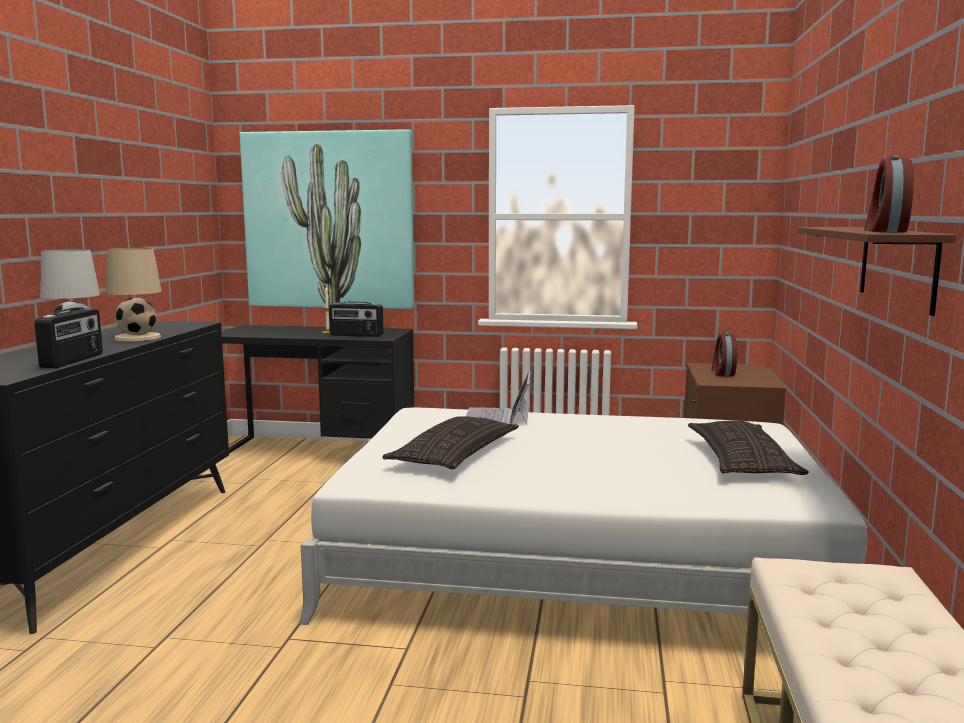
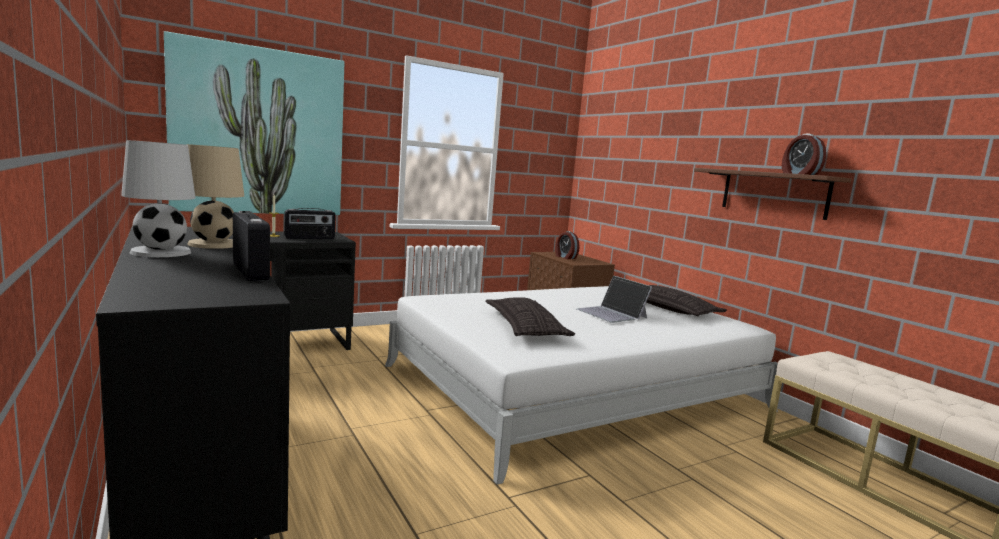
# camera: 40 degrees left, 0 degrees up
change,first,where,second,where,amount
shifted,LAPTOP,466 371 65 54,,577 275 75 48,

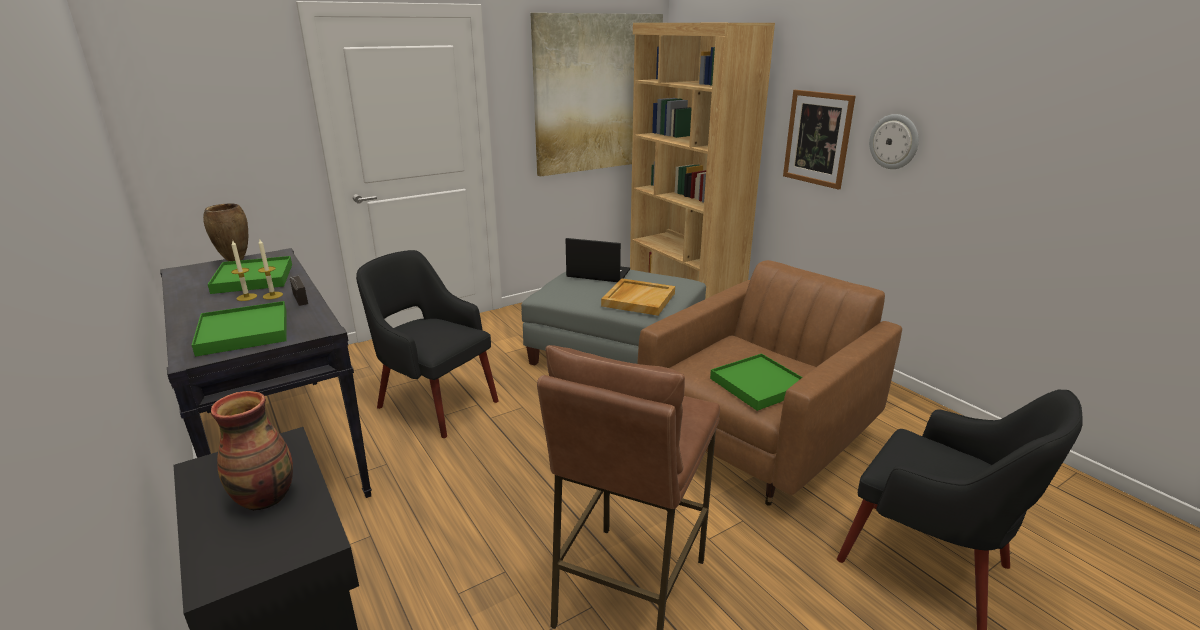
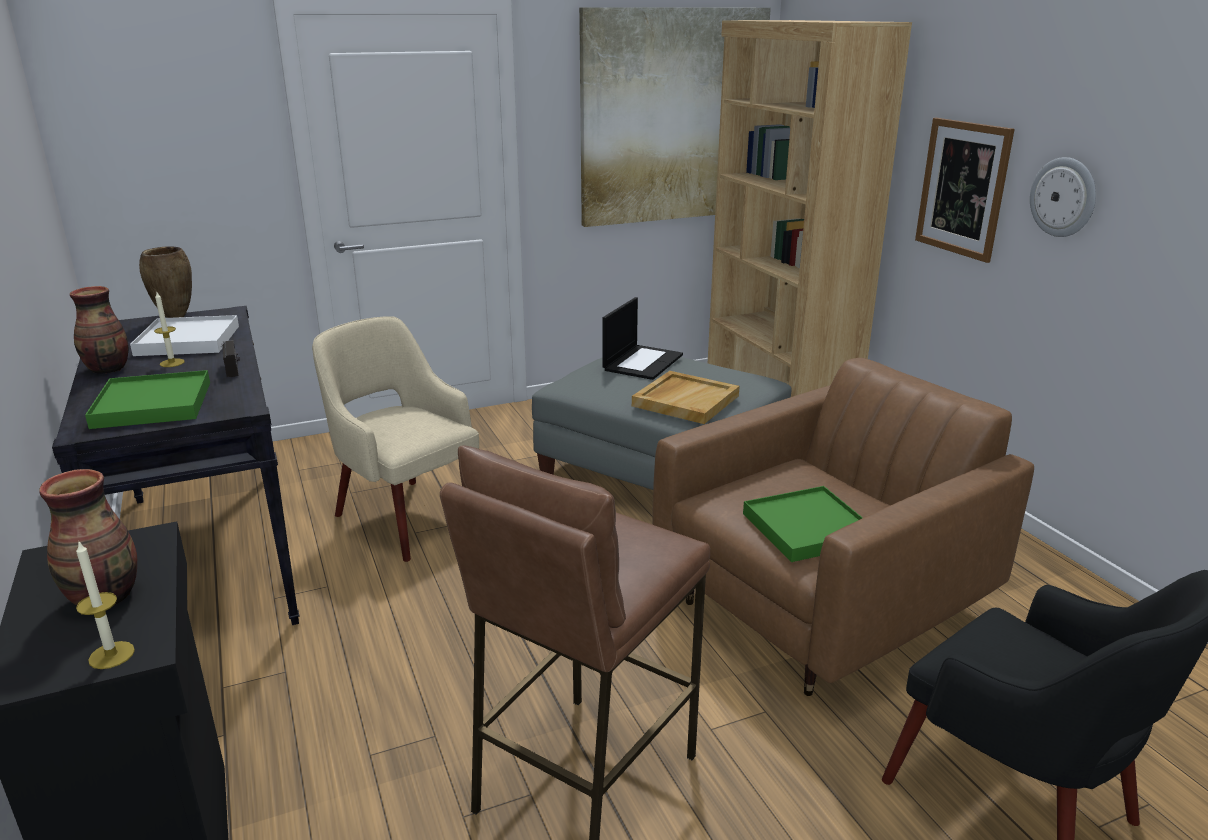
# camera: 10 degrees right, 0 degrees up
change,first,where,second,where,amount
new,,,VASE,70 286 59 87,
shifted,CANDLE,258 238 25 61,,76 540 59 129,
repainted,GREENISH SERVING TRAY,208 256 84 38,WHITE SERVING TRAY,130 315 109 41,
repainted,BLACKISH LOUNGE CHAIR,356 250 143 188,SAND-COLOURED LOUNGE CHAIR,312 316 167 246,
rotated,LAPTOP,566 238 64 44,,603 297 80 83,90 degrees clockwise

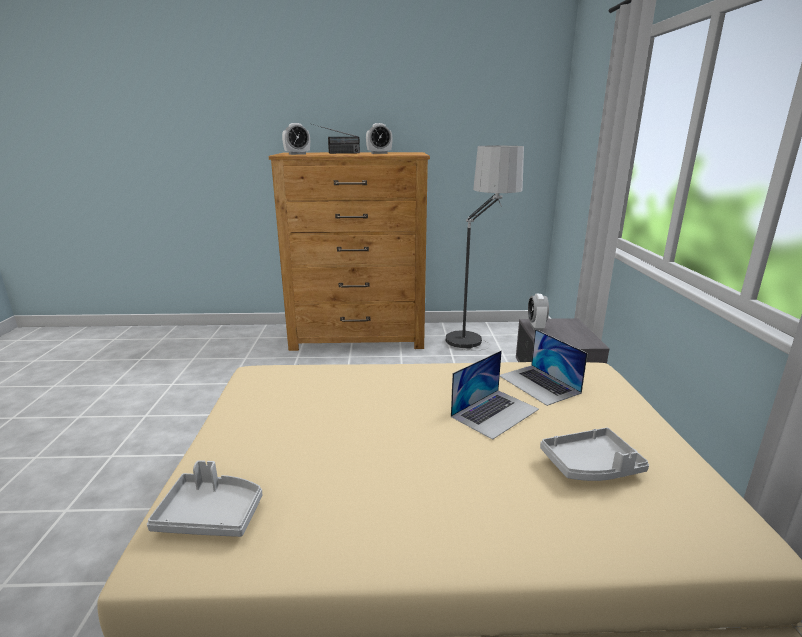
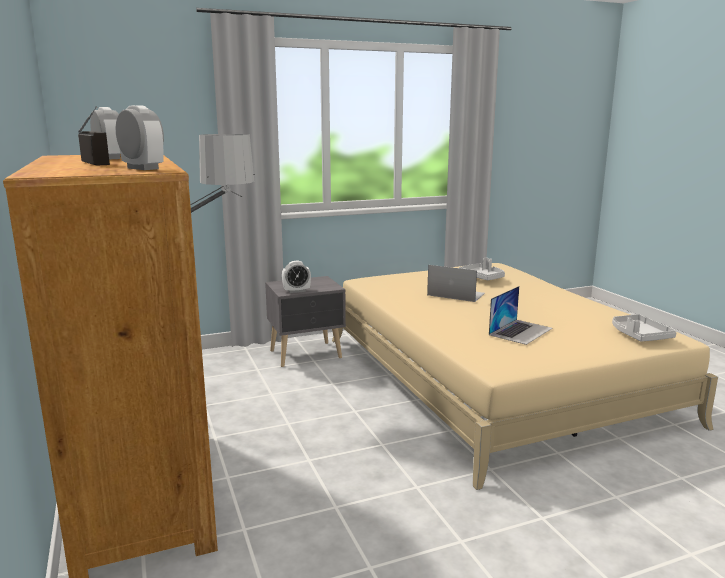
# camera: 110 degrees left, 5 degrees down
change,first,where,second,where,amount
shifted,LAPTOP,500 329 88 77,,489 286 64 59,

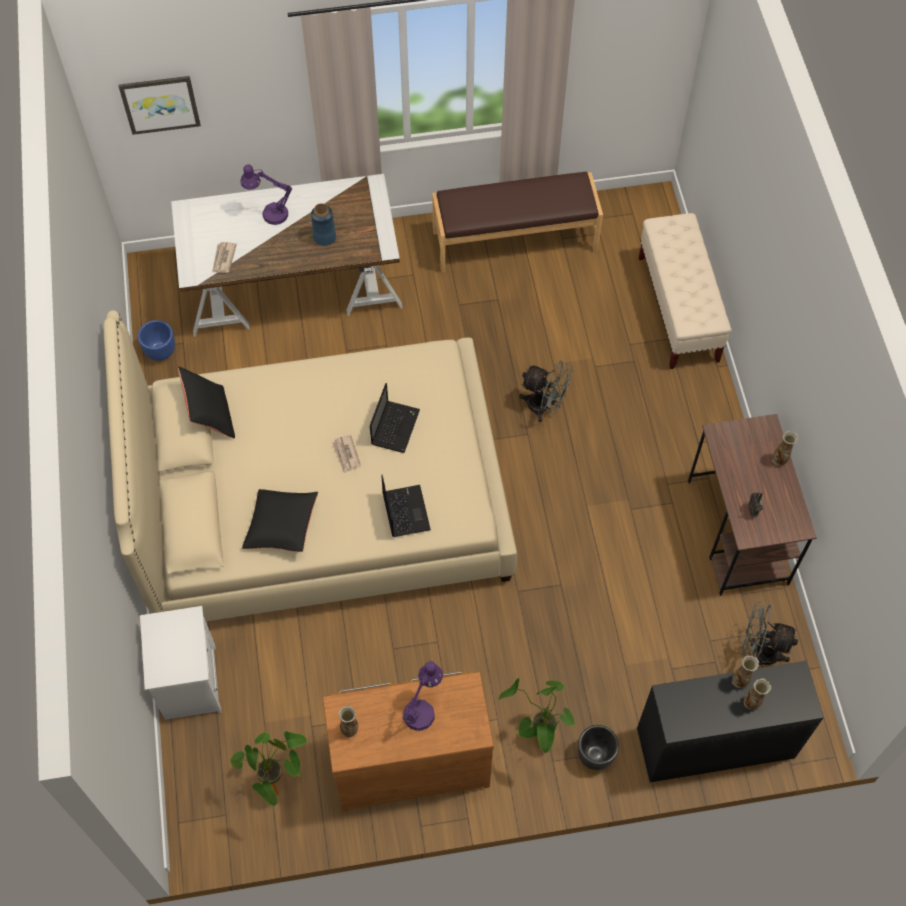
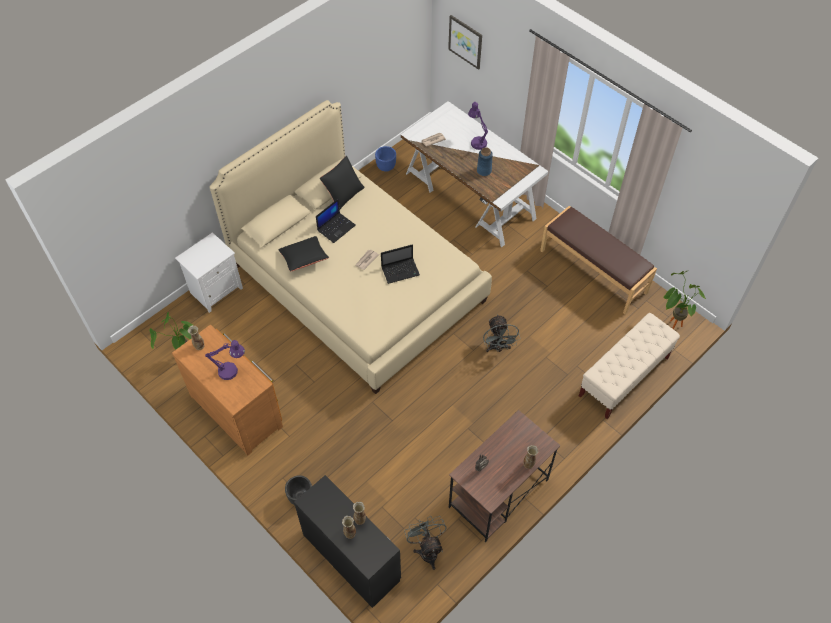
# camera: 55 degrees right, 5 degrees down
change,first,where,second,where,amount
shifted,LAPTOP,382 475 49 62,,316 199 40 44,
shifted,HOUSEPLANT,499 678 76 76,,664 271 42 58,

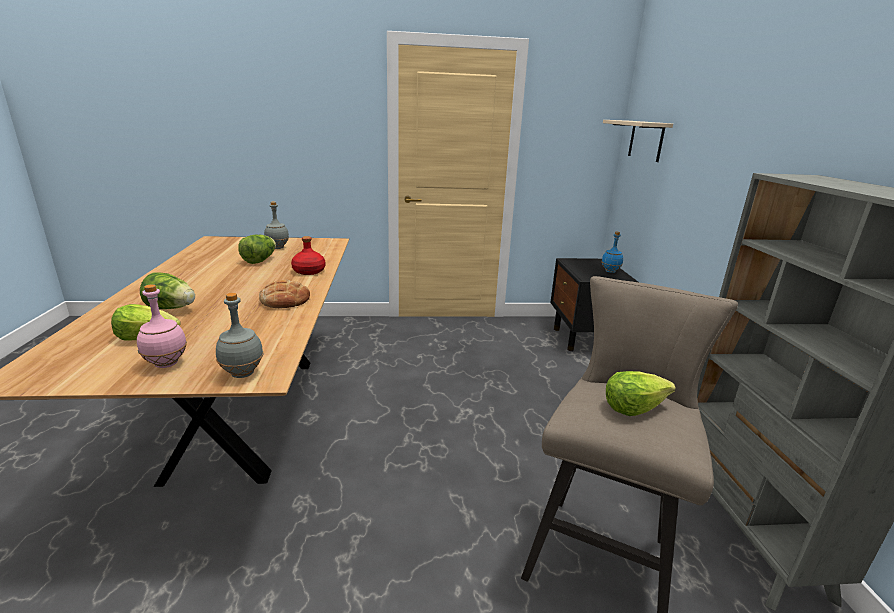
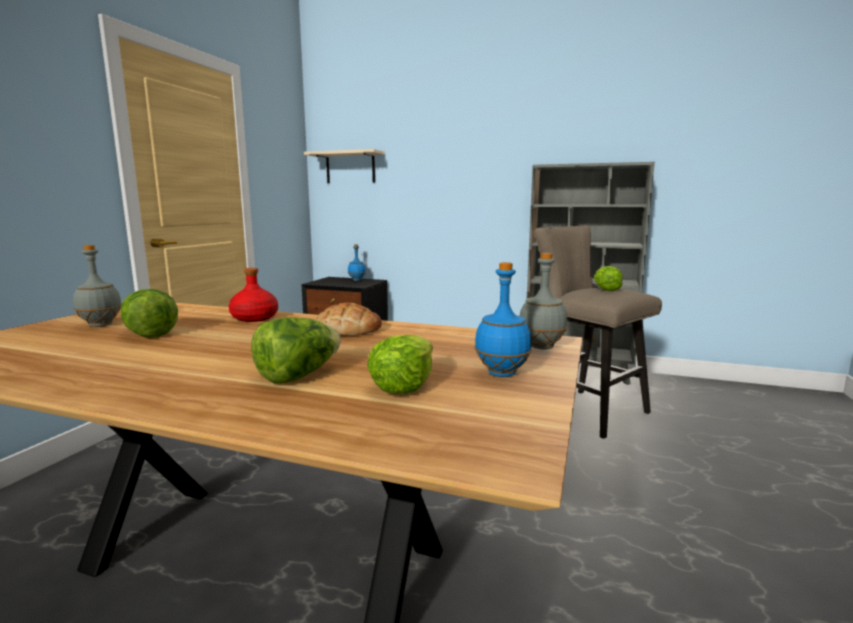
# camera: 65 degrees left, 10 degrees down
change,first,where,second,where,amount
repainted,PINK-COLOURED BEVERAGE BOTTLE,137 284 50 84,BLUE-COLOURED BEVERAGE BOTTLE,474 262 58 115,

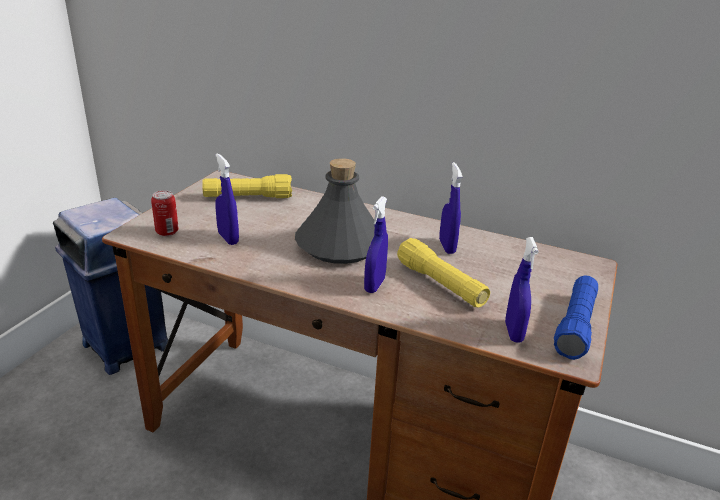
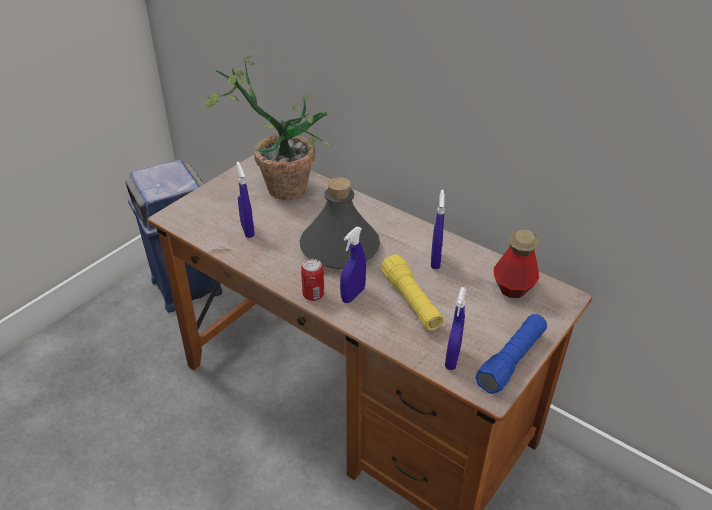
# camera: 15 degrees right, 10 degrees up
change,first,where,second,where,amount
swapped,YELLOW-COLOURED FLASHLIGHT,202 174 90 24,HOUSEPLANT,205 55 127 145,
shifted,SEALED CAN,151 191 28 45,,301 259 23 42,
new,,,BEVERAGE BOTTLE,494 229 45 69,

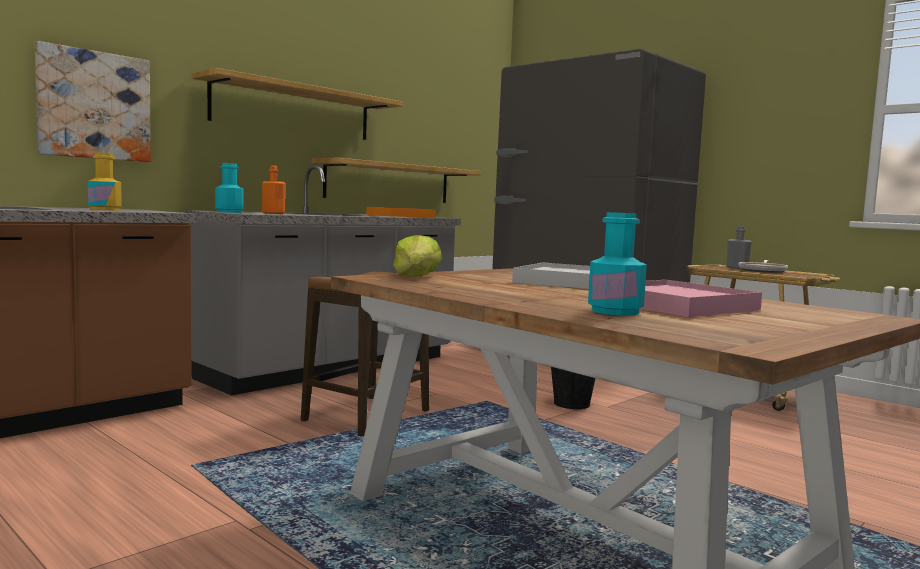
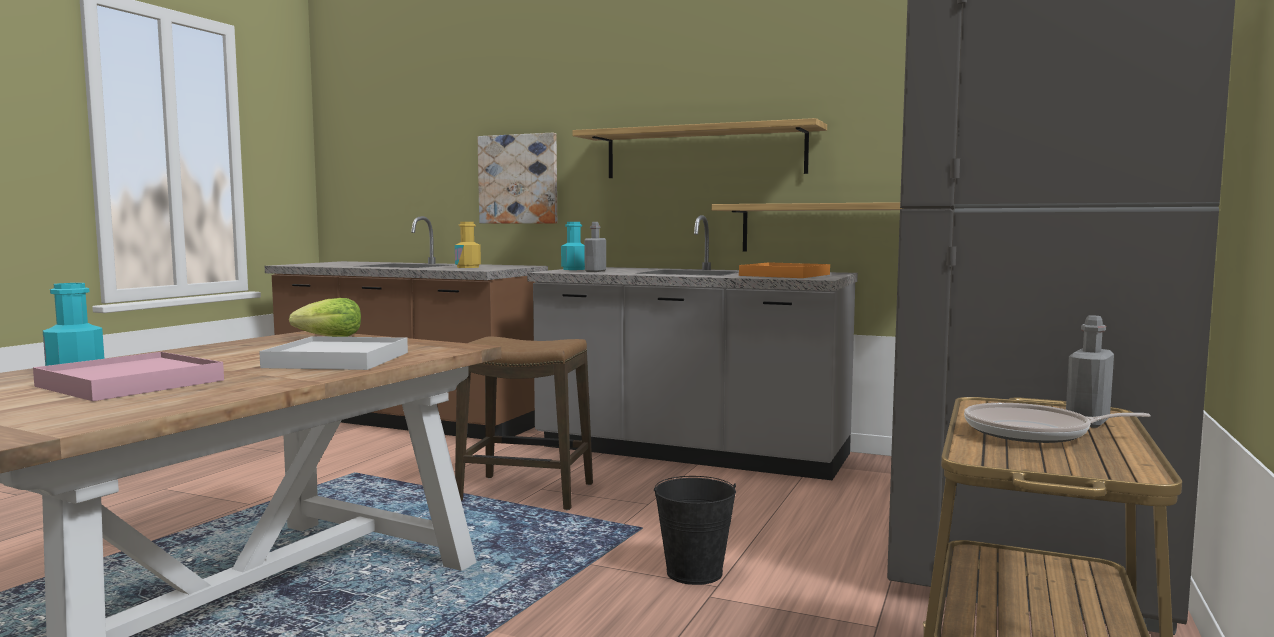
# camera: 70 degrees right, 0 degrees up
change,first,where,second,where,amount
repainted,ORANGE BEVERAGE BOTTLE,262 165 23 49,GREYISH BEVERAGE BOTTLE,584 222 22 50,

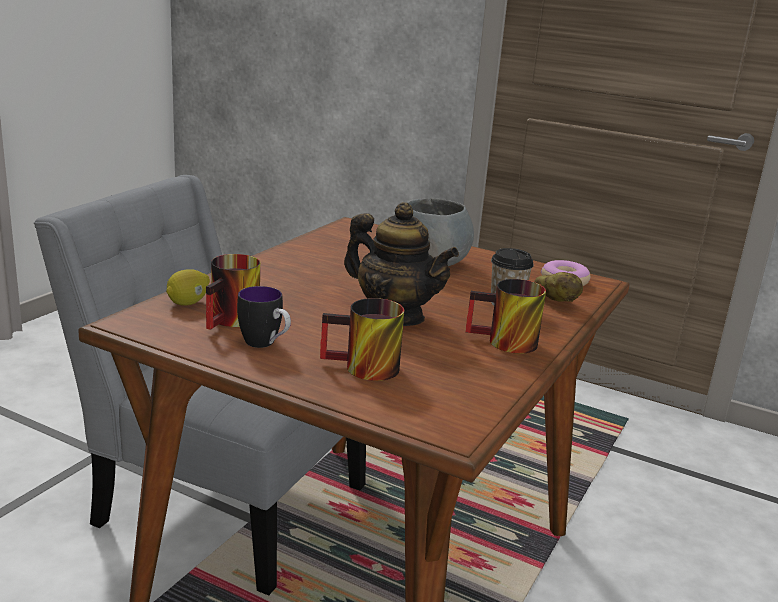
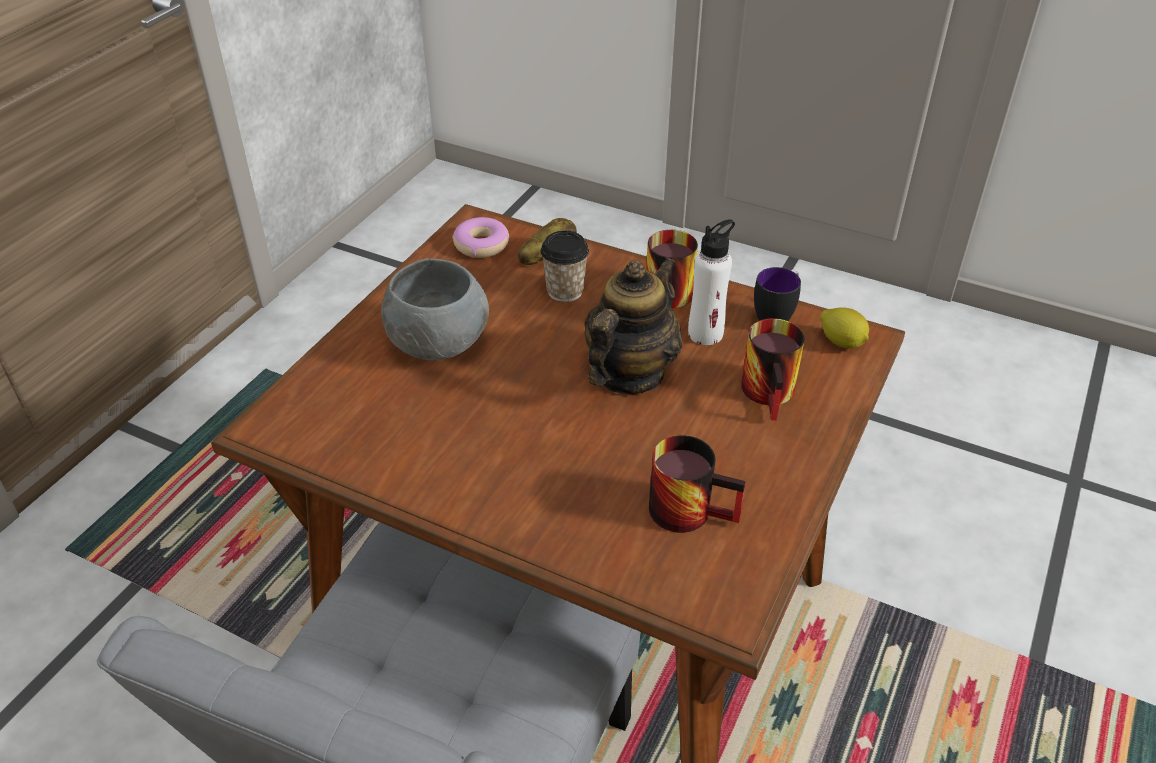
# camera: 90 degrees left, 20 degrees up
change,first,where,second,where,amount
new,,,WHITE BEVERAGE BOTTLE,688 219 47 126,
shifted,COFFEE MUG,237 286 54 62,,754 267 47 54,
shifted,CITRUS FRUIT,166 269 44 37,,820 307 49 42,

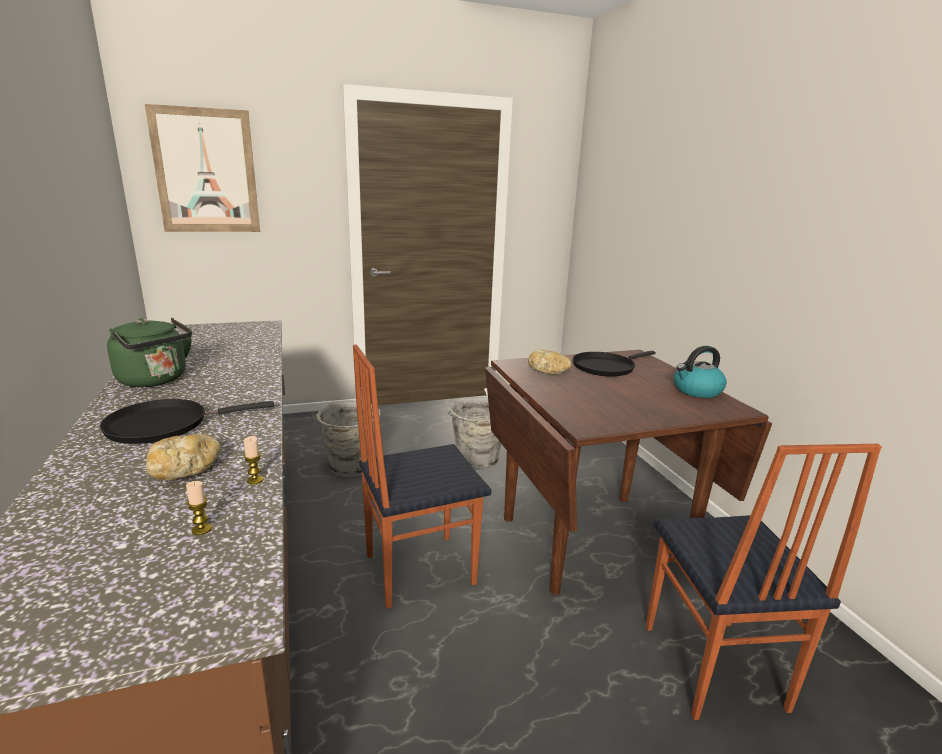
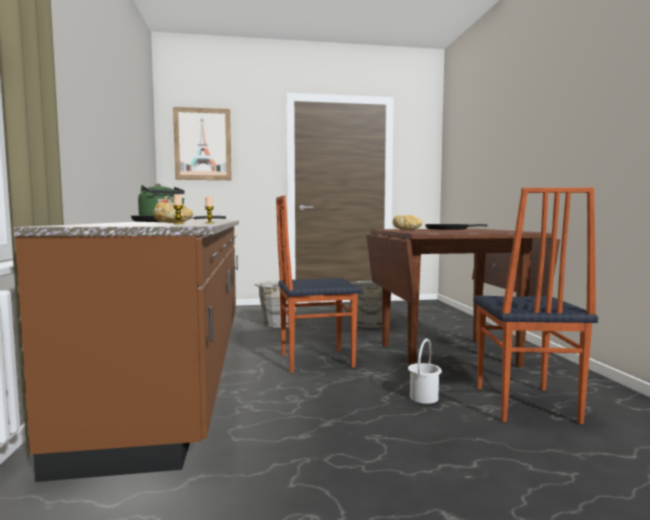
# camera: 10 degrees right, 15 degrees down
change,first,where,second,where,amount
new,,,WHITE PAIL,408 339 34 65,
gone,KETTLE,674 346 53 52,,,

